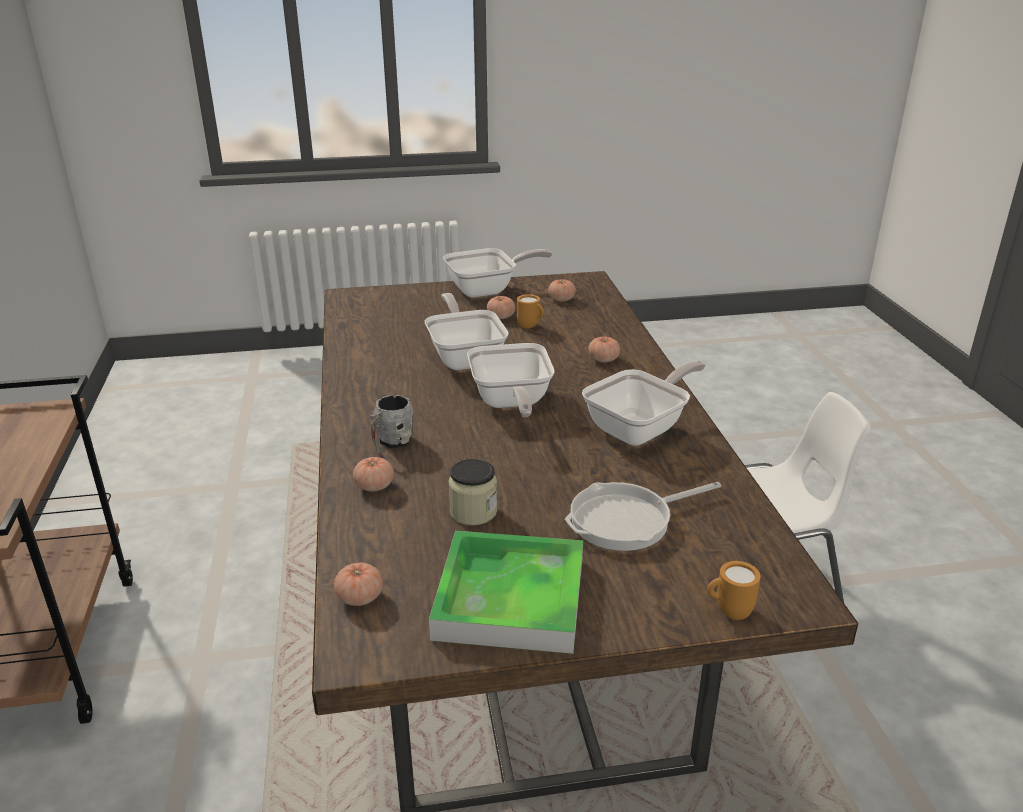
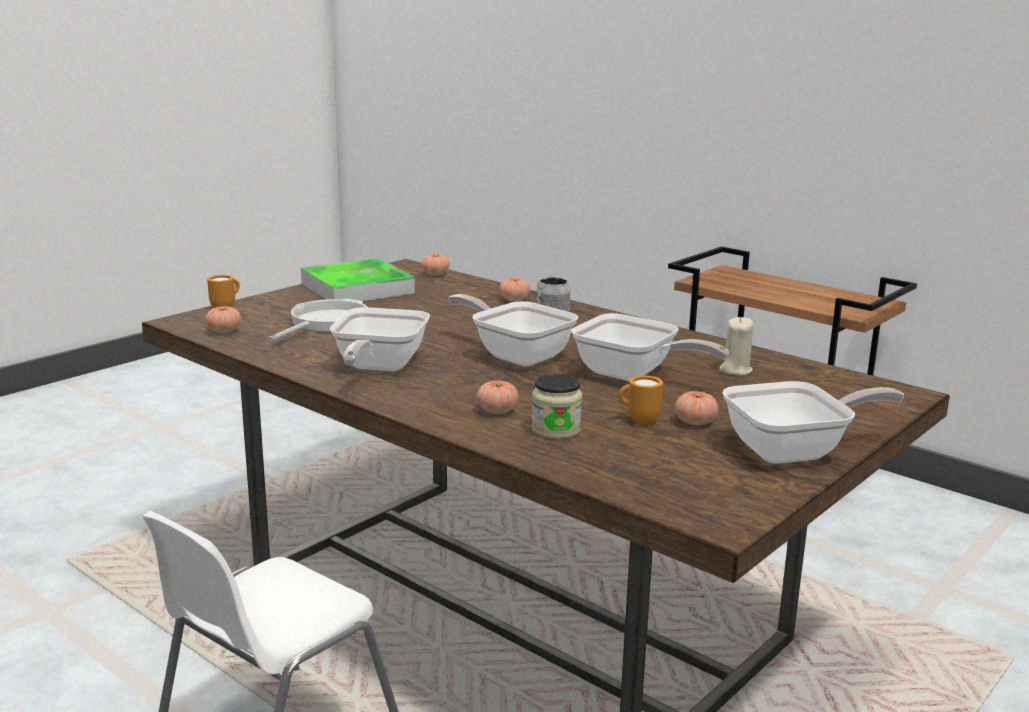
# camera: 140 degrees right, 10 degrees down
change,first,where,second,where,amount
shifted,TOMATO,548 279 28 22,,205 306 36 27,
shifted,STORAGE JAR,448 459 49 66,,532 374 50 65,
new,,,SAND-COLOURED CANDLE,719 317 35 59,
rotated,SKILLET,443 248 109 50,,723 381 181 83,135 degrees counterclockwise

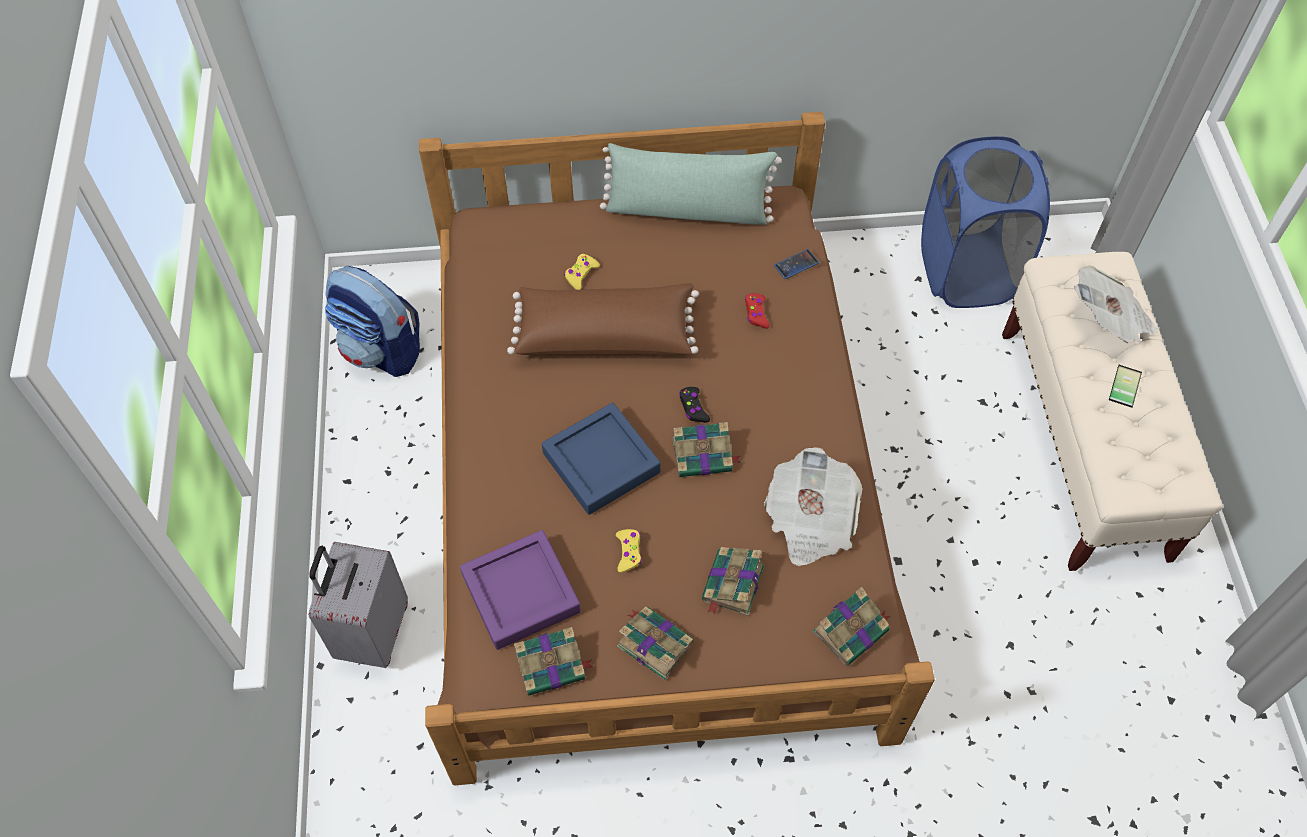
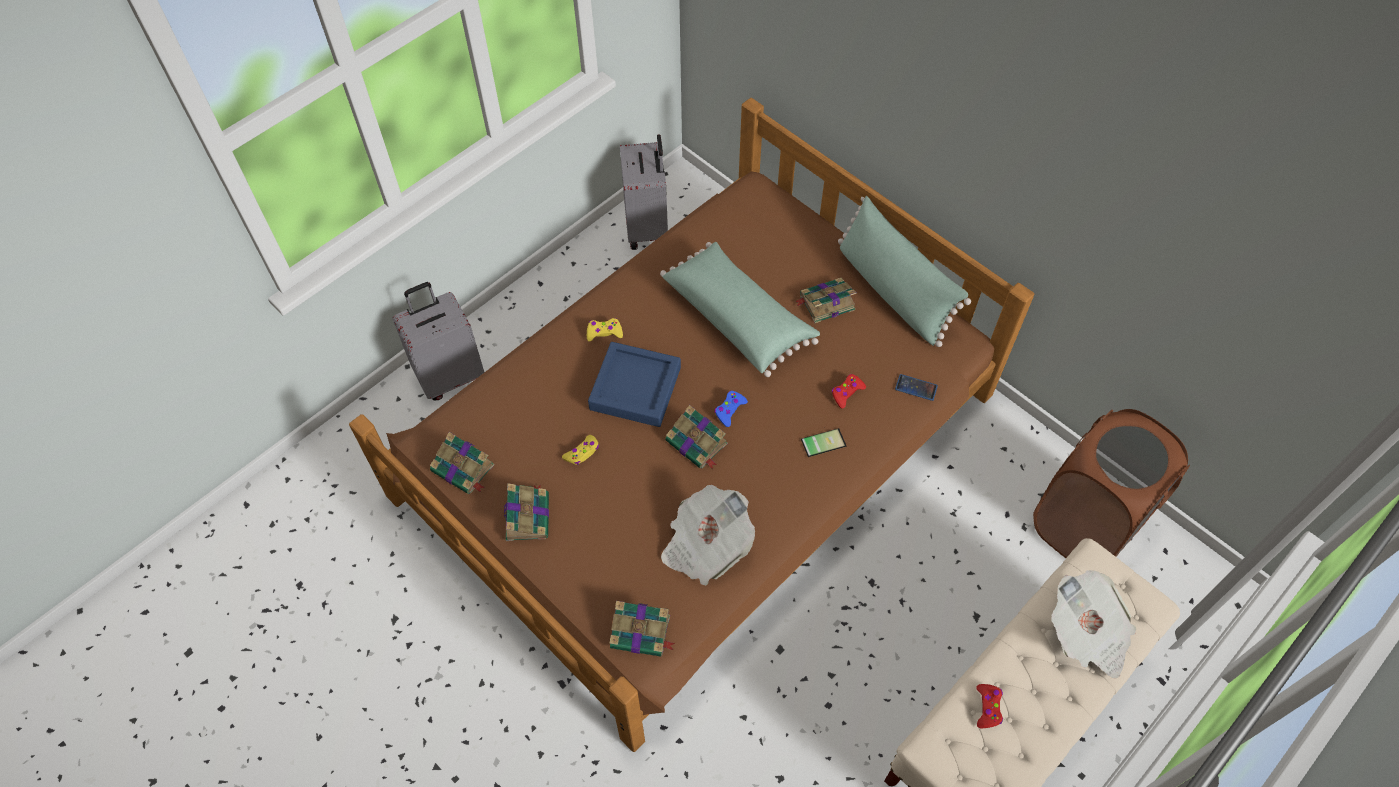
# camera: 50 degrees right, 0 degrees up
change,first,where,second,where,amount
shifted,YELLOW-COLOURED GAMEPAD,564 254 36 36,,587 318 36 23,
swapped,KNAPSACK,325 266 95 111,GREYISH PIECE OF LUGGAGE,620 135 48 115,
repainted,BROWN-COLOURED THROW PILLOW,507 283 192 72,GREENISH THROW PILLOW,660 242 160 135,
repainted,BLACKISH GAMEPAD,679 387 31 36,BLUE-COLOURED GAMEPAD,715 391 33 36,
shifted,BOUND BOOK,702 547 63 69,,794 278 63 45,
shifted,TELEPHONE,1109 365 33 43,,801 427 45 30,
new,,,RED-COLOURED GAMEPAD,976 684 27 44,
repainted,BLUE-COLOURED HAMPER,921 136 129 172,BROWN-COLOURED HAMPER,1033 409 157 149,
gone,PURPLISH SERVING TRAY,460 530 121 120,,,

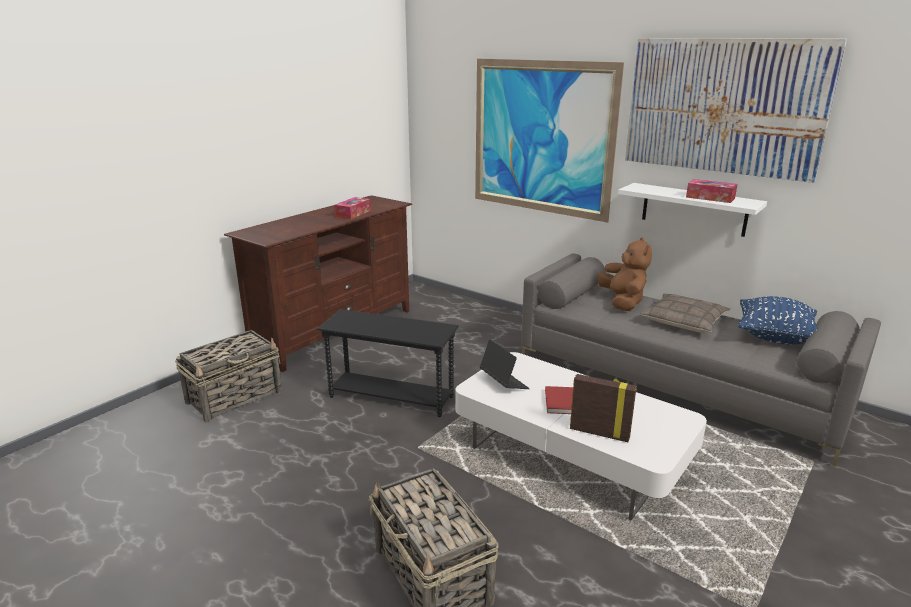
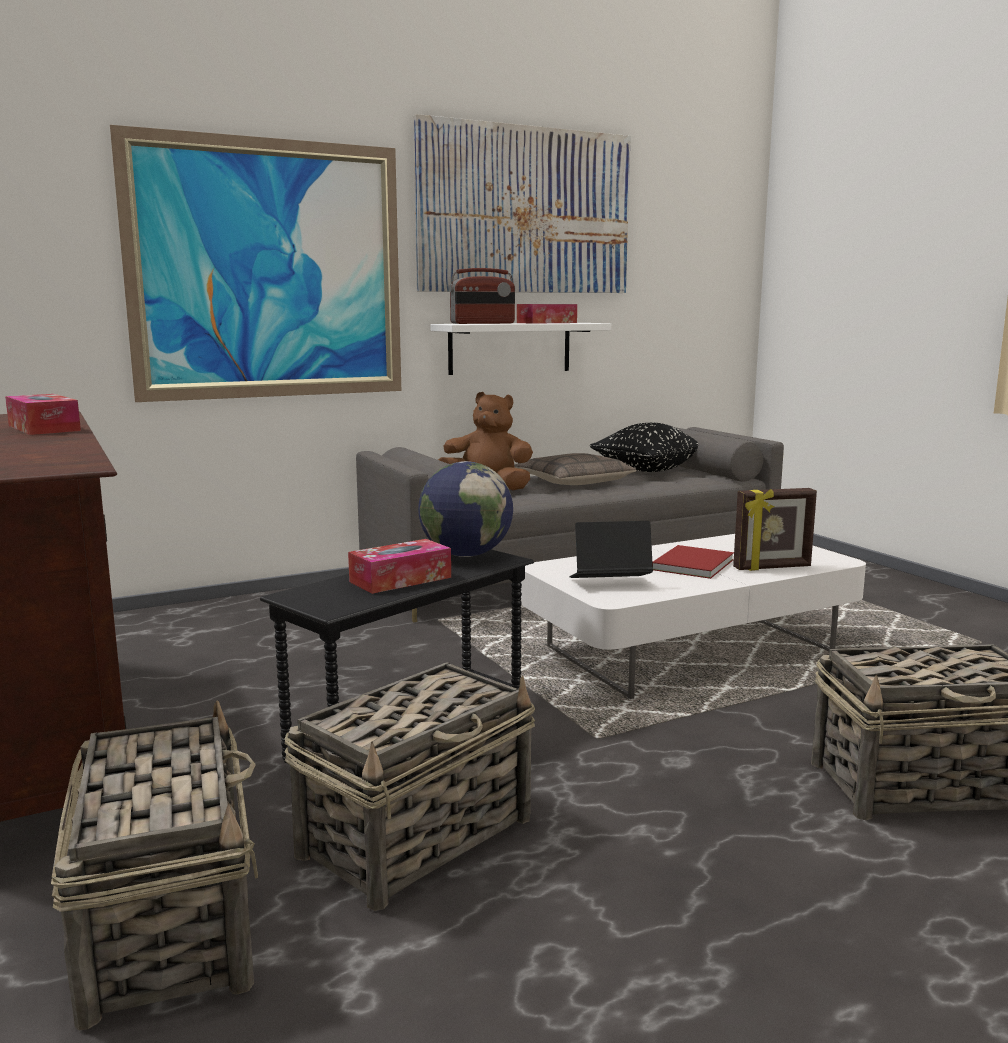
# camera: 65 degrees left, 10 degrees down
change,first,where,second,where,amount
new,,,BASKET,284 662 251 249,
new,,,TISSUE BOX,348 539 103 55,
new,,,GLOBE,418 461 95 96,
new,,,RADIO RECEIVER,449 268 66 56,
repainted,BLUE-COLOURED THROW PILLOW,738 296 80 49,BLACKISH THROW PILLOW,590 423 108 49,
rotated,PICTURE FRAME,570 374 67 68,,733 488 84 83,150 degrees counterclockwise

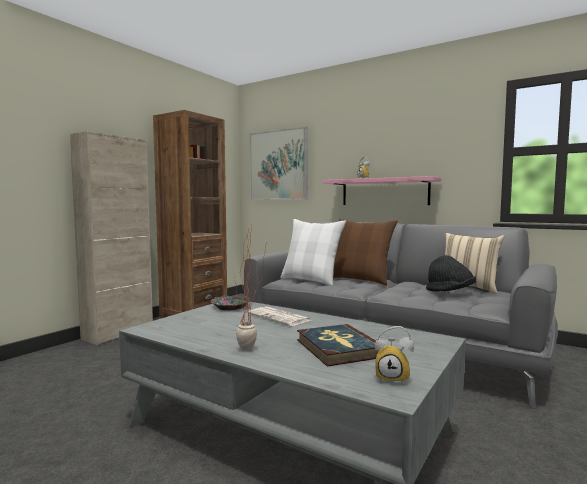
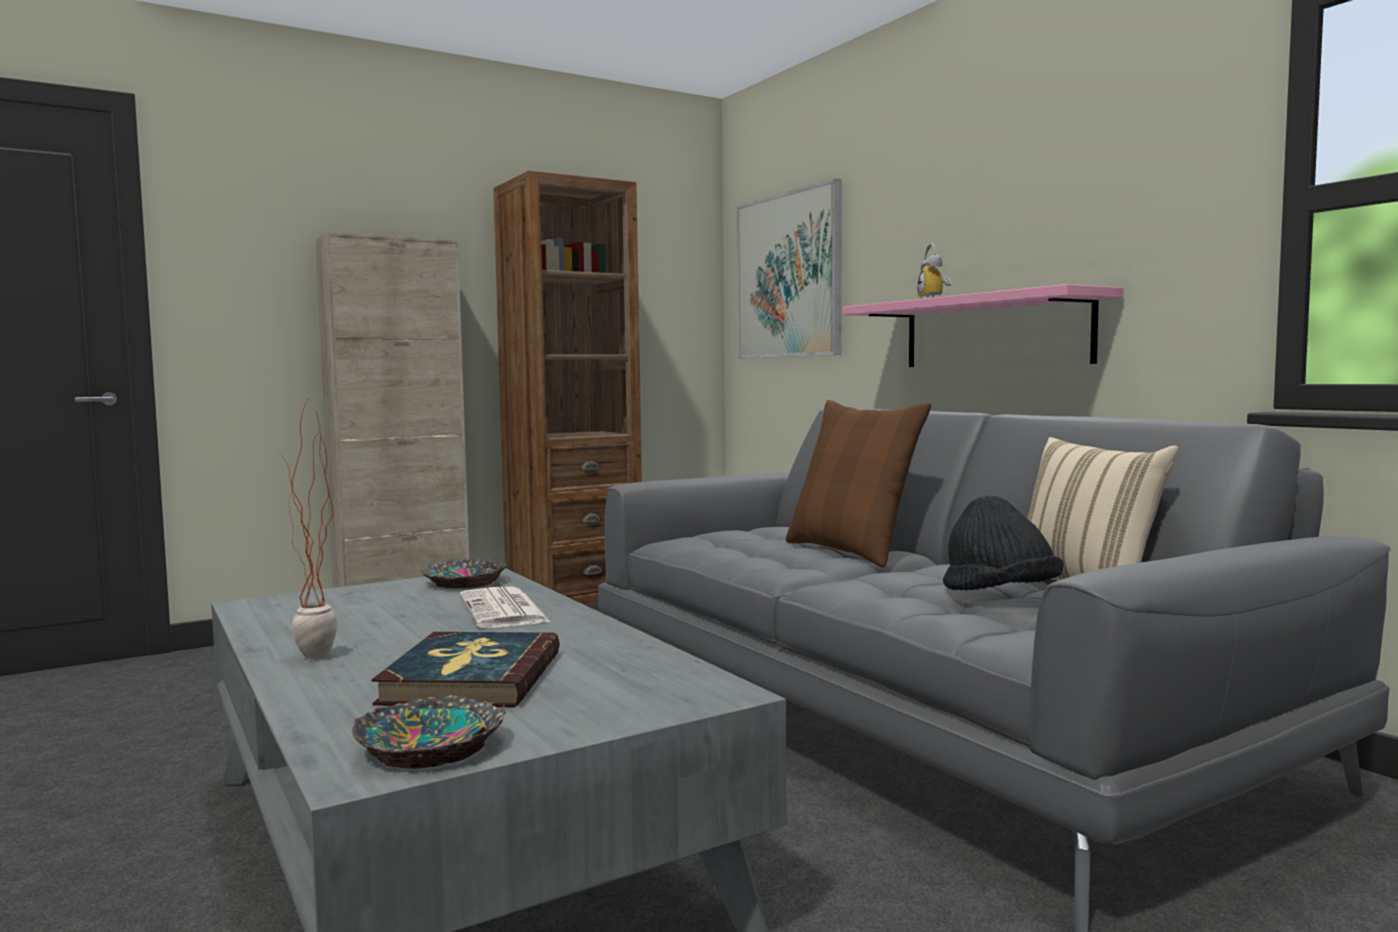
# camera: 25 degrees right, 0 degrees up
change,first,where,second,where,amount
swapped,BEDSIDE CLOCK,375 326 39 59,SERVING BOWL,351 695 155 74,
gone,WHITE THROW PILLOW,280 219 66 67,,,

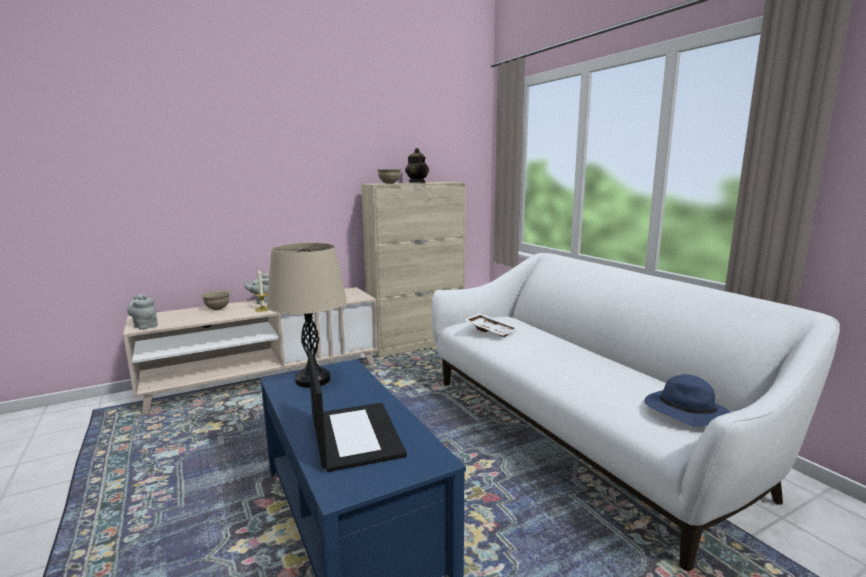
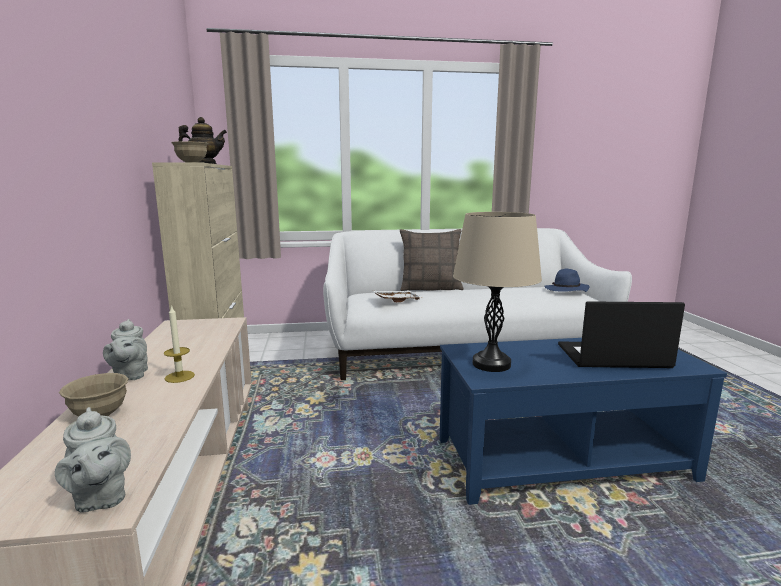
# camera: 70 degrees left, 0 degrees up
change,first,where,second,where,amount
rotated,GREYISH POT FOR TEA,127 294 31 36,,55 407 76 105,90 degrees counterclockwise
new,,,THROW PILLOW,400 229 64 62,

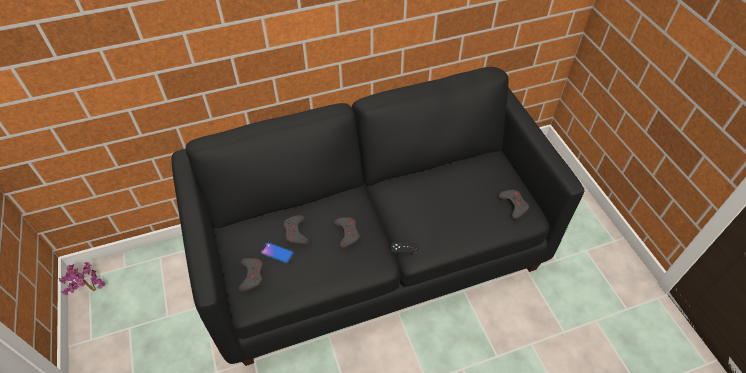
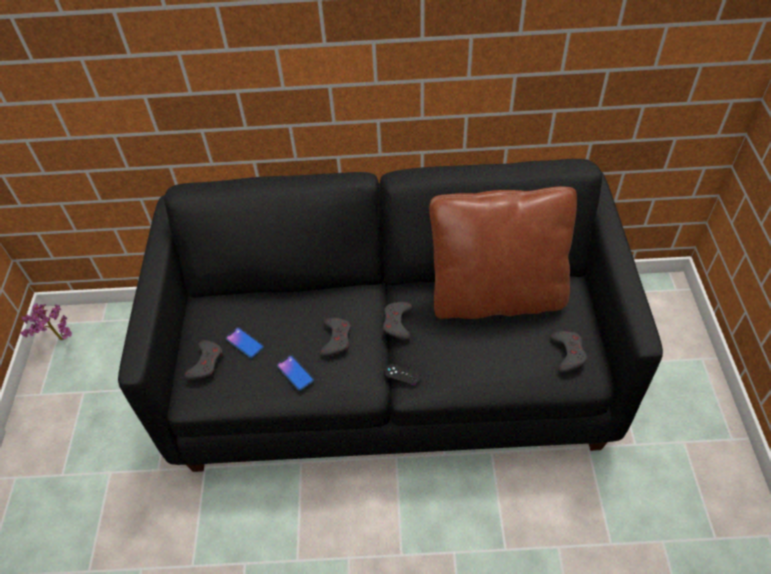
# camera: 20 degrees right, 0 degrees up
change,first,where,second,where,amount
new,,,TELEPHONE,277 355 37 36,
shifted,GREYISH GAMEPAD,283 215 26 30,,383 302 29 39,
new,,,BROWN-COLOURED THROW PILLOW,429 186 148 133,

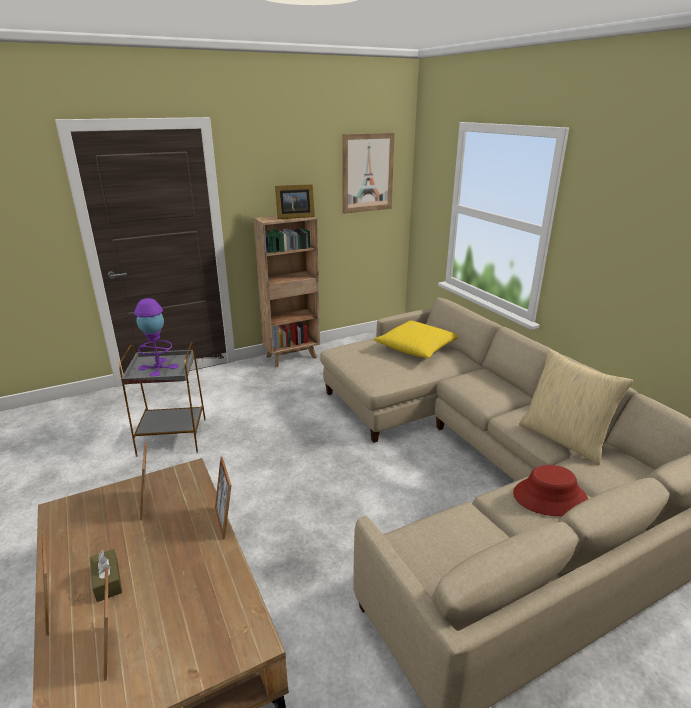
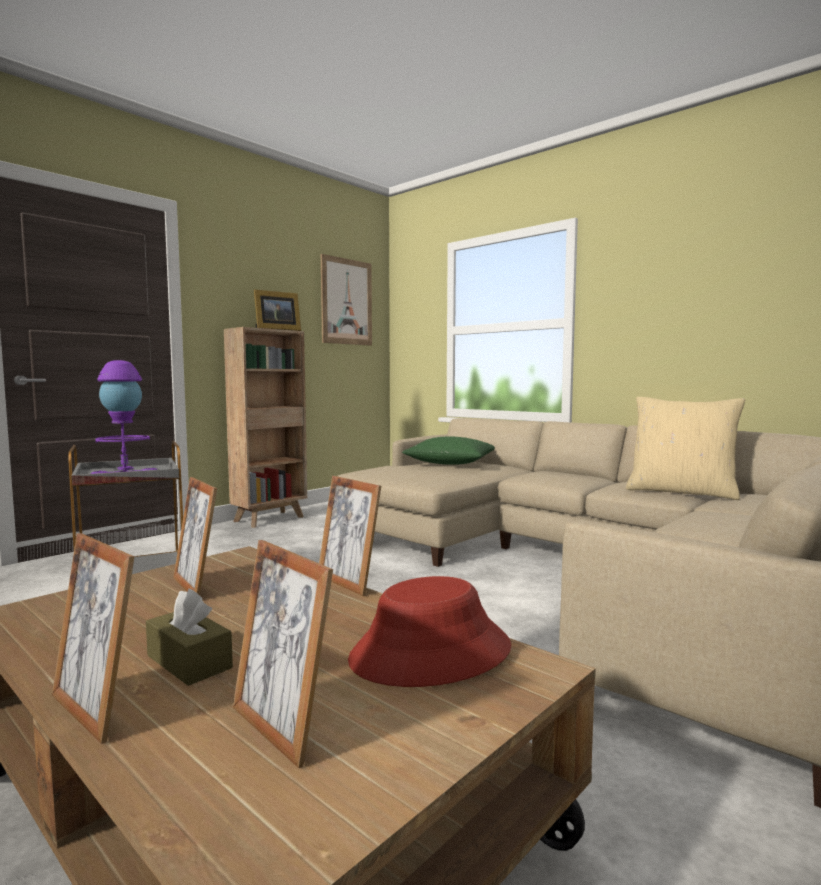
# camera: 20 degrees left, 20 degrees down
change,first,where,second,where,amount
shifted,RED-COLOURED CLOTHING HAT,513 465 75 51,,348 576 163 111,
repainted,YELLOW-COLOURED THROW PILLOW,374 321 84 37,GREENISH THROW PILLOW,402 436 93 29,

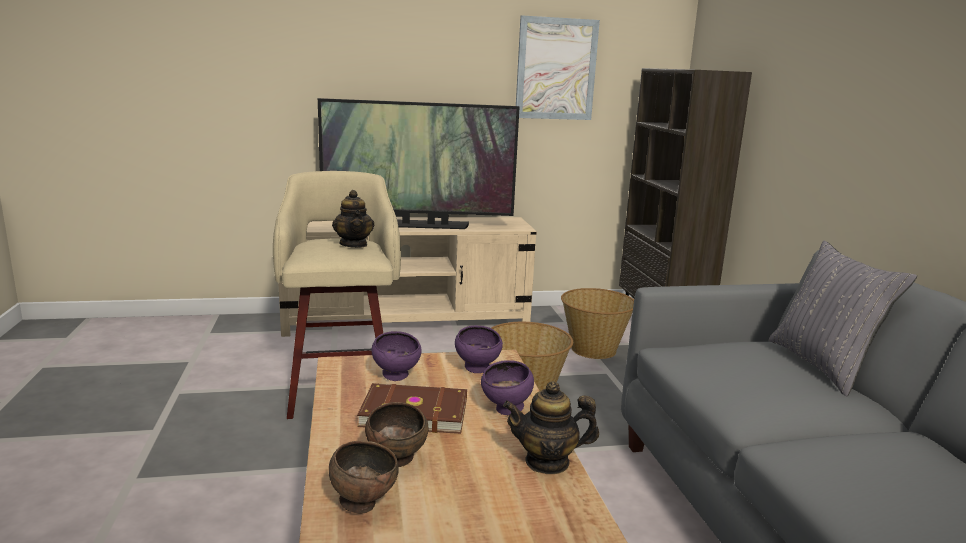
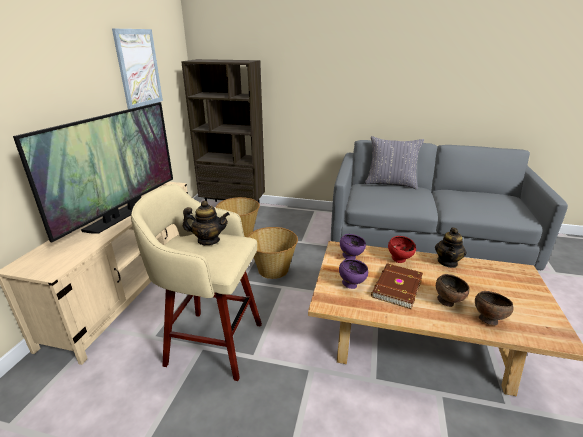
# camera: 65 degrees left, 10 degrees up
change,first,where,second,where,amount
repainted,PURPLISH SERVING BOWL,481 360 53 55,RED-COLOURED SERVING BOWL,388 236 28 27,

